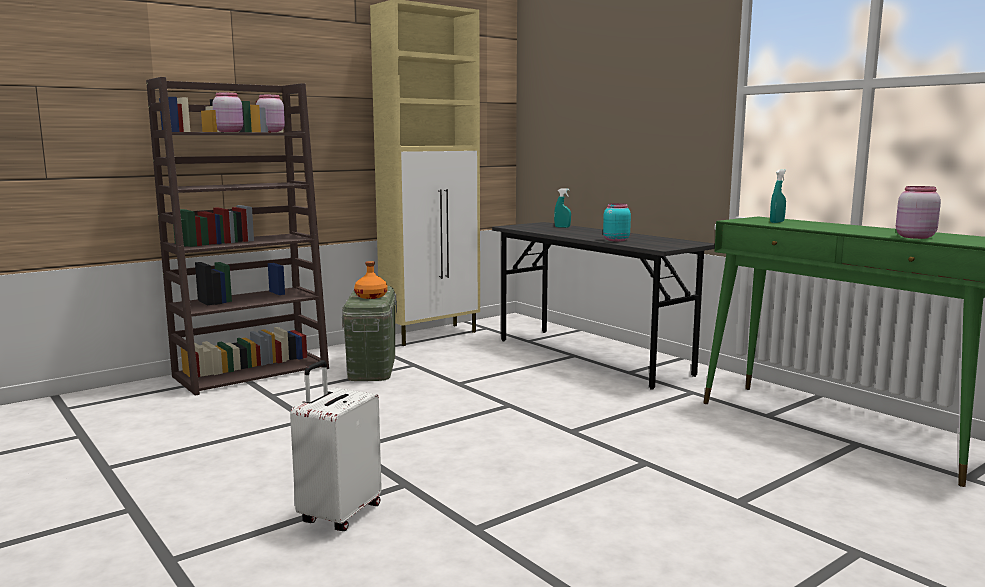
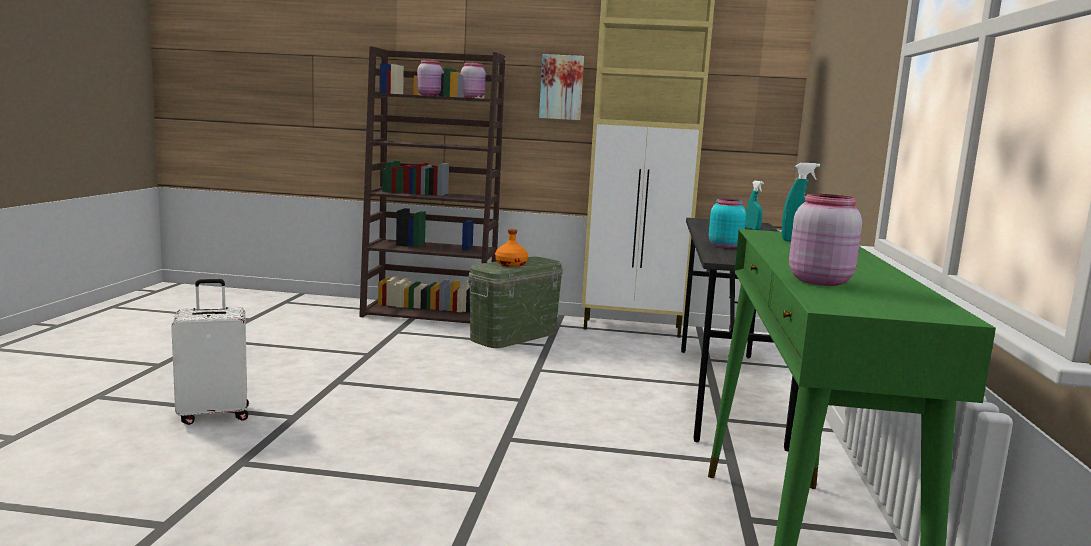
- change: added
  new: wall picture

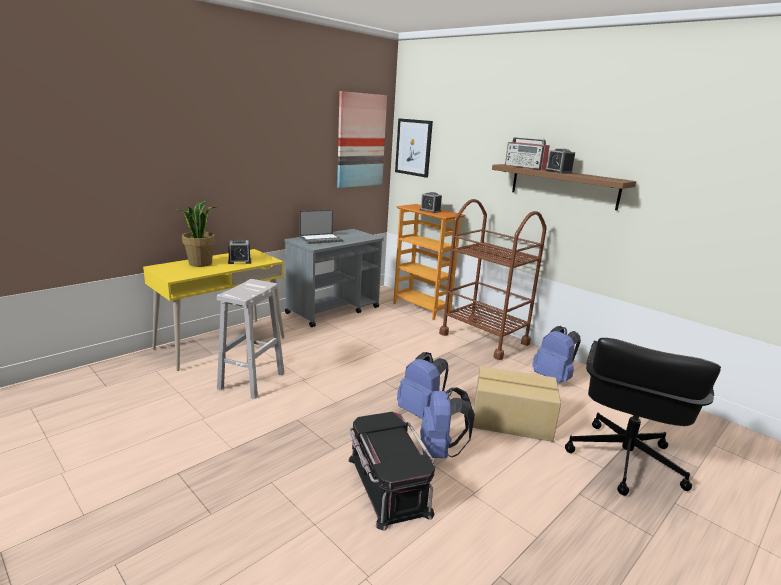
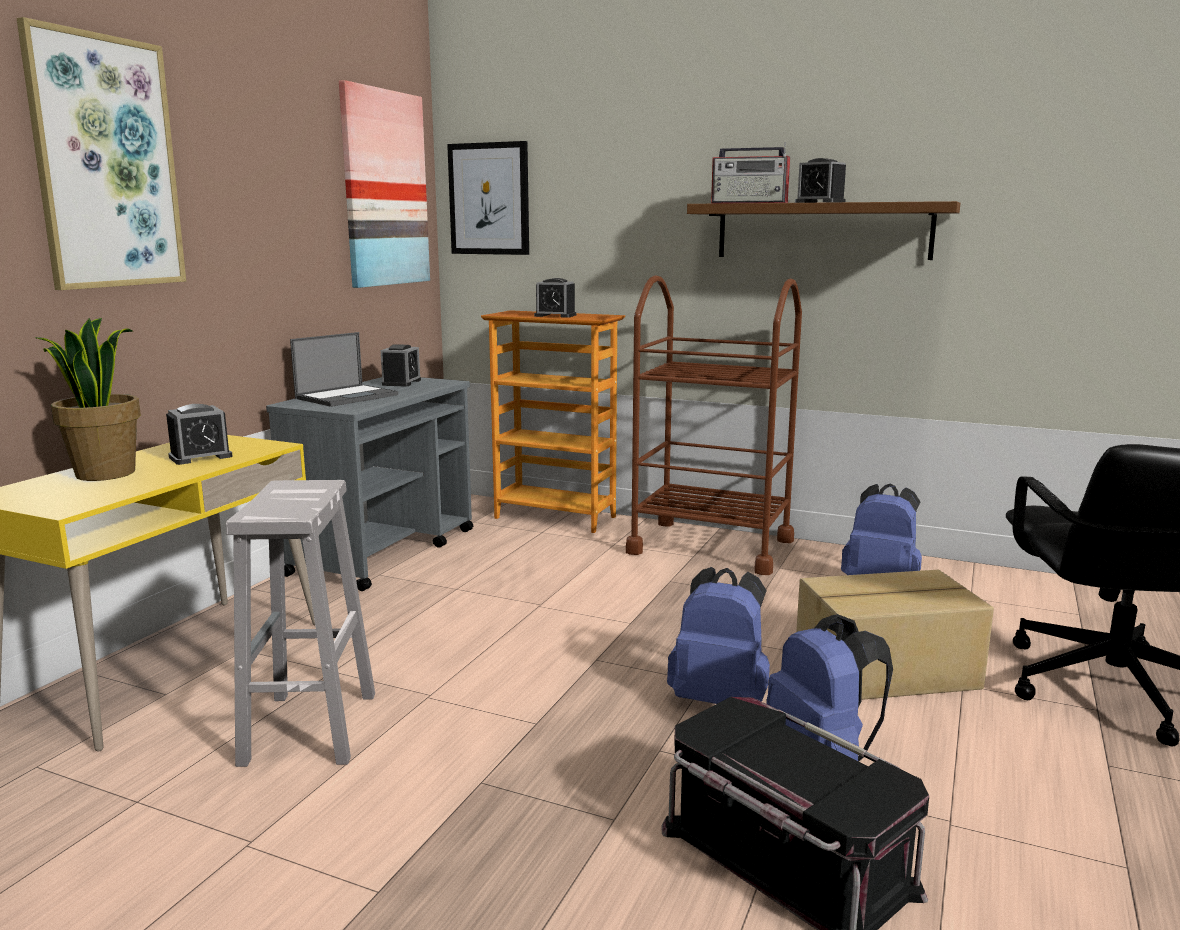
- change: added
  new: wall picture (1st from left)
- change: added
  new: alarm clock (2nd from left)

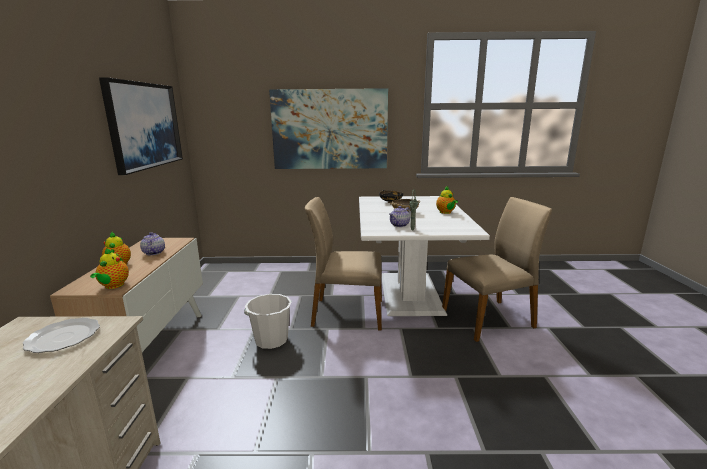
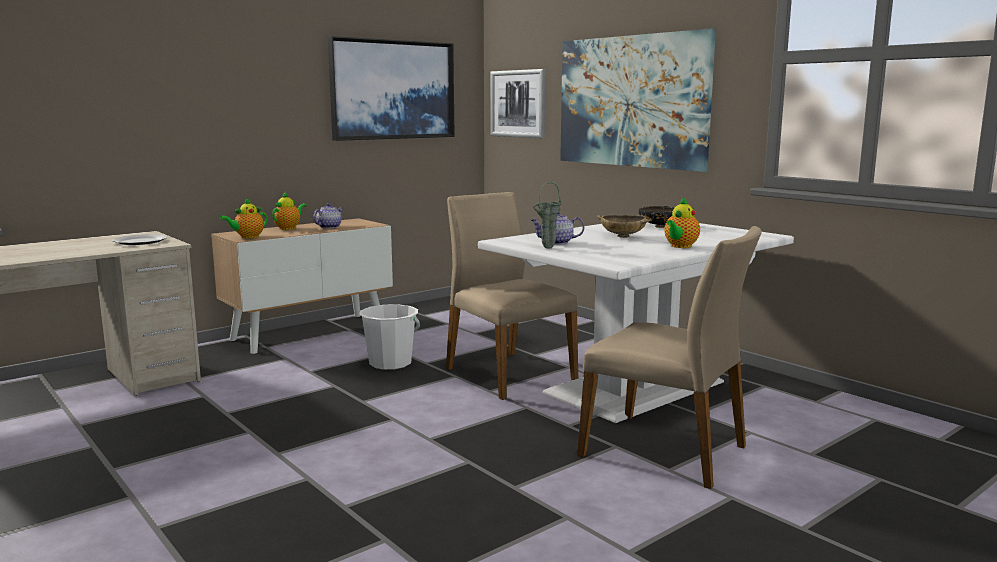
- change: added
  new: wall picture (2nd from left)

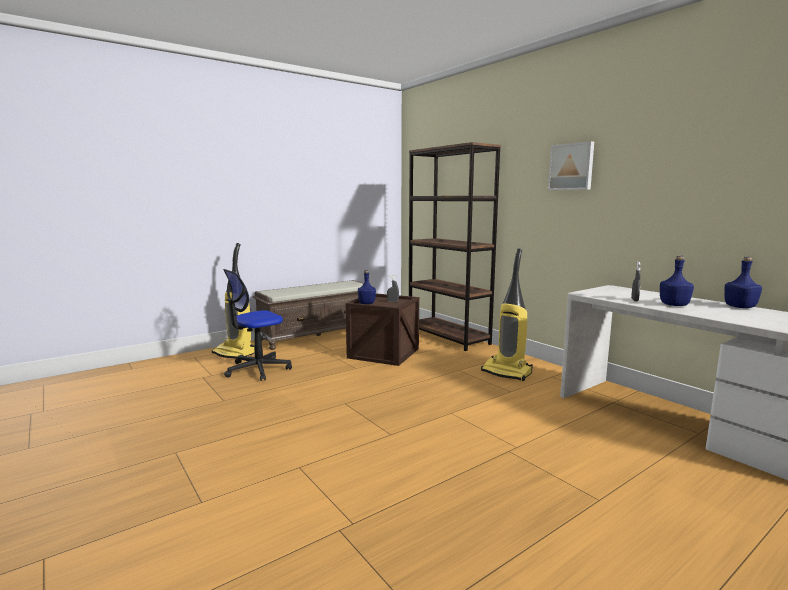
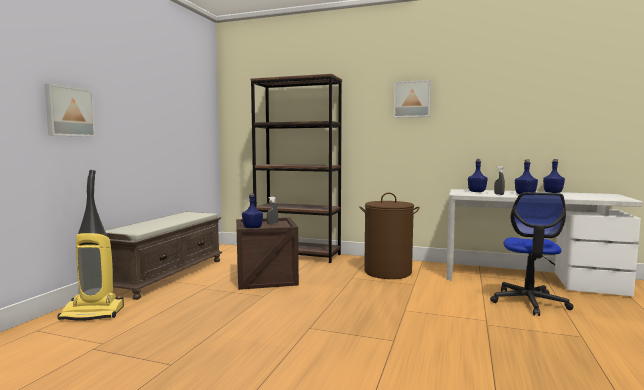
- change: moved
  old: desk chair
- change: replaced
  old: hoover (2nd from left)
  new: laundry basket in brown-coloured
- change: added
  new: wall picture (1st from left)
- change: added
  new: beverage bottle in bluish (2nd from left)

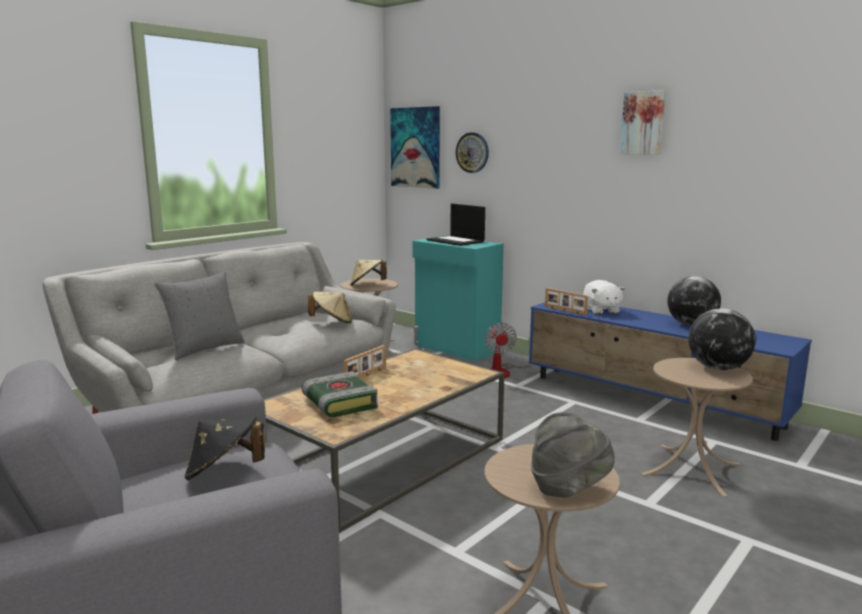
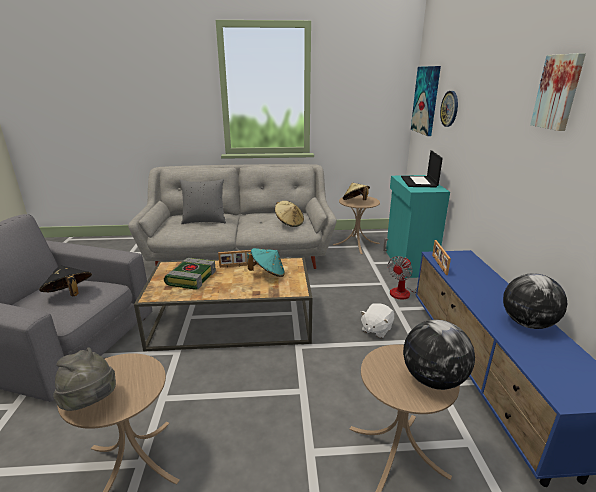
- change: moved
  old: cuddly toy in white
- change: added
  new: hat in turquoise-coloured

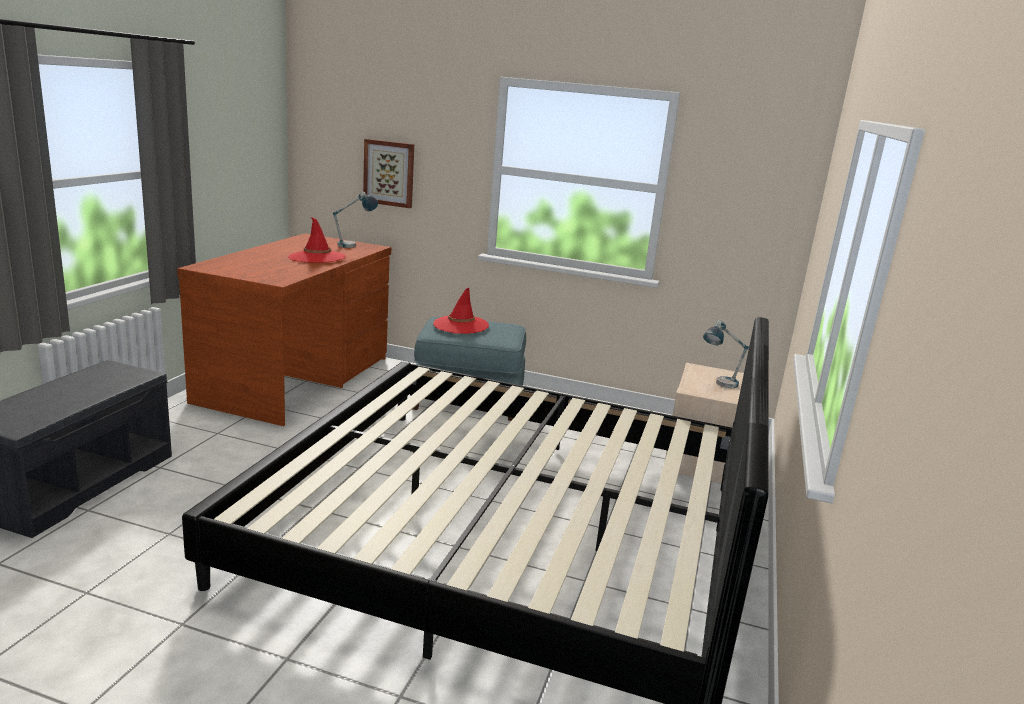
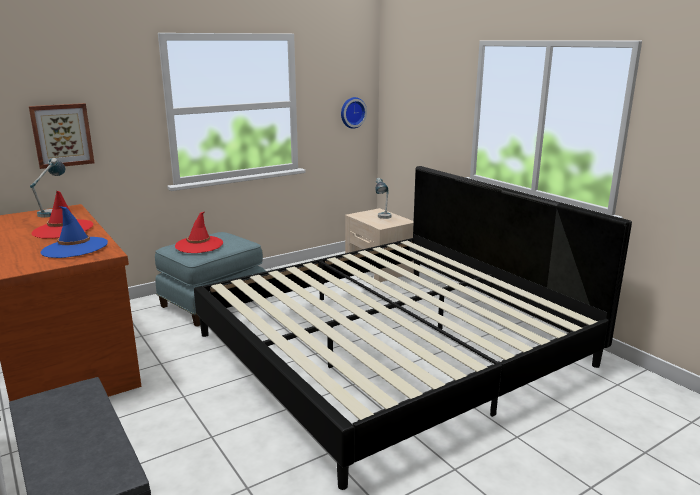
- change: added
  new: hat in bluish
- change: added
  new: clock on the wall

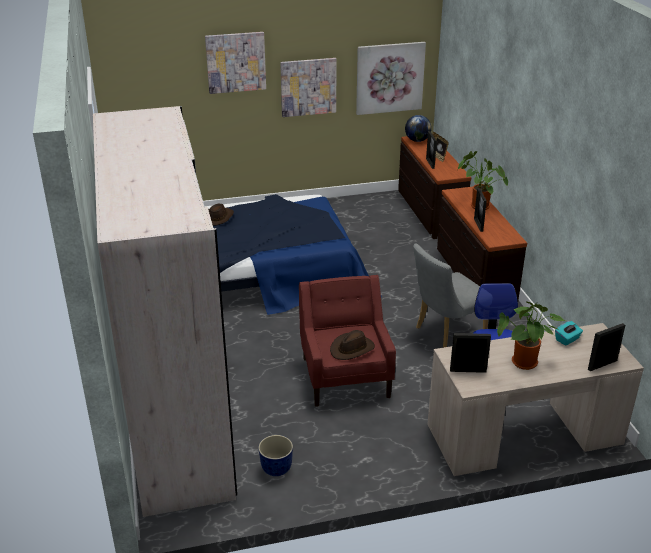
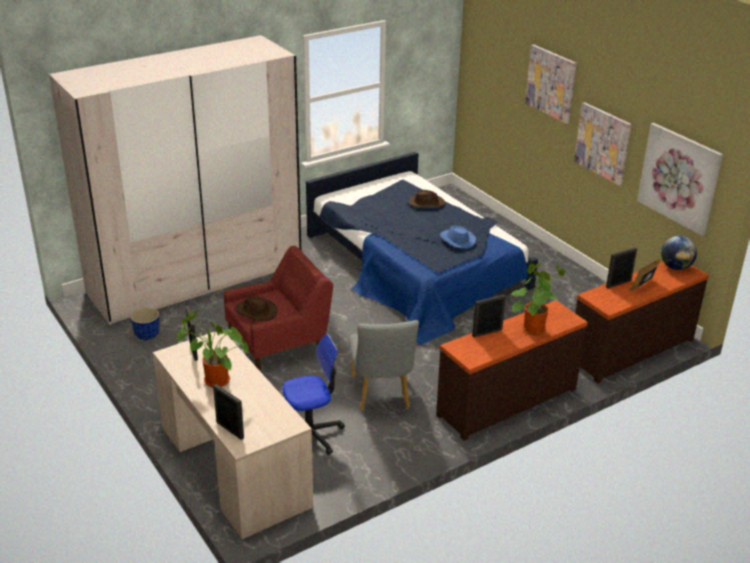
- change: turned
  old: plain chair in gray
  degrees: -135
- change: removed
  old: box of tissues in turquoise-coloured
- change: added
  new: hat in bluish

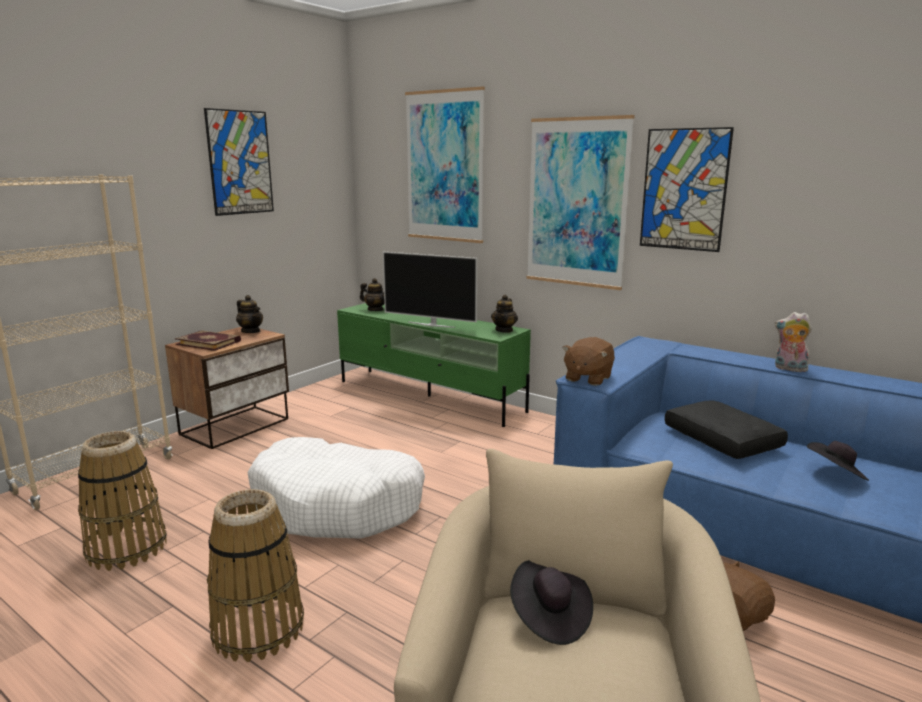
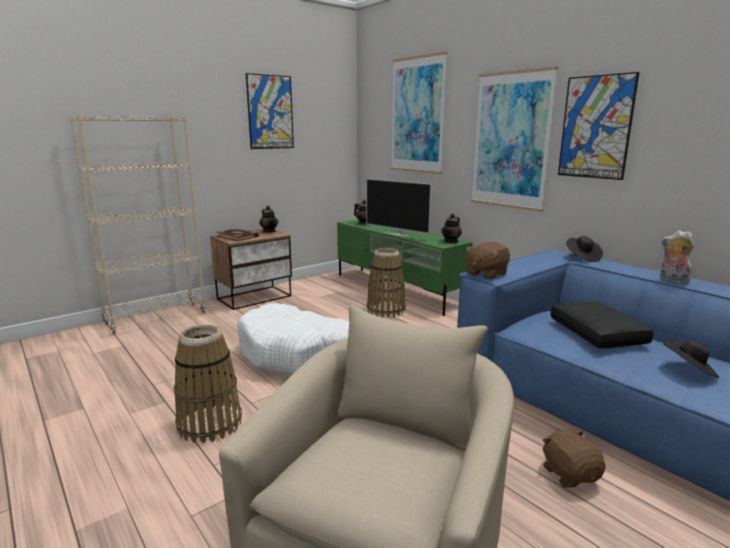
- change: moved
  old: storage basket (1st from left in the first image)
  new: storage basket (2nd from left)
- change: moved
  old: hat in black-coloured (1st from left)

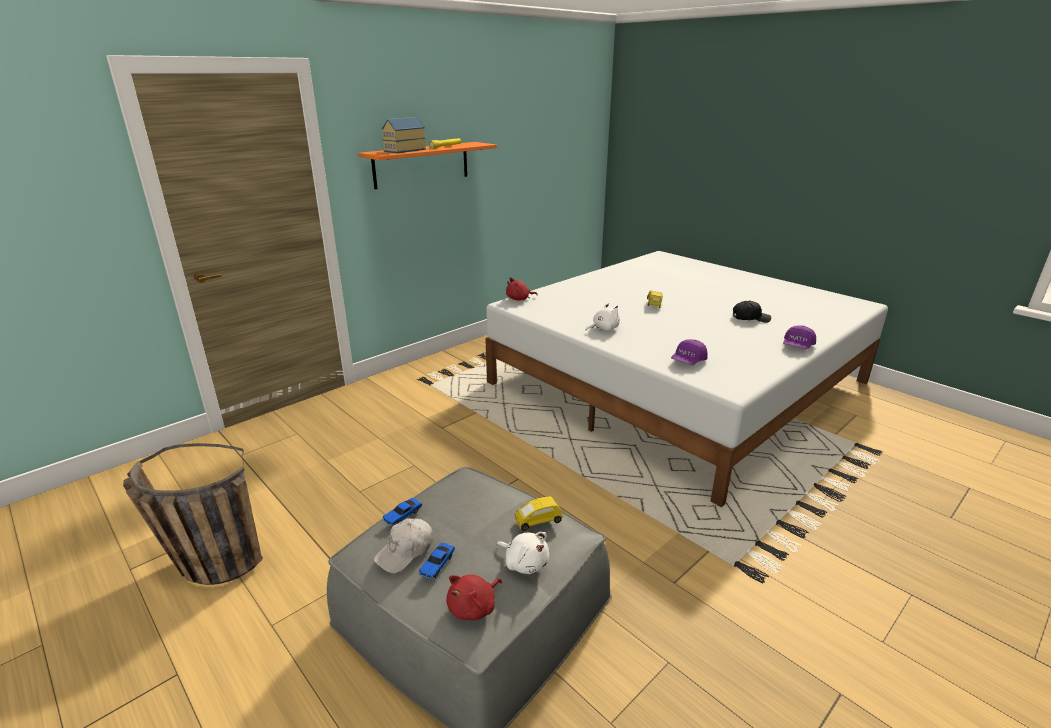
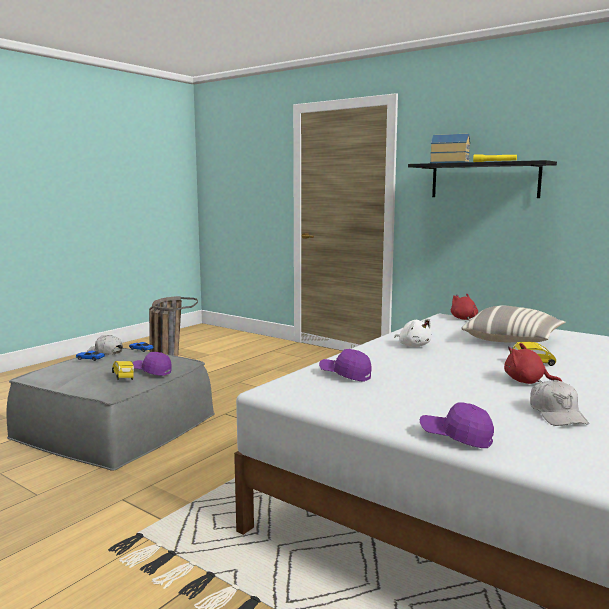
- change: recoloured
  old: wall shelf in orange
  new: wall shelf in black-coloured
- change: moved
  old: cuddly toy in red (1st from left in the first image)
  new: cuddly toy in red (2nd from left)
- change: removed
  old: cuddly toy in white (1st from left)
- change: recoloured
  old: baseball cap in black-coloured
  new: baseball cap in white (2nd from left)
- change: added
  new: baseball cap in purple-coloured (1st from left)
- change: added
  new: throw pillow

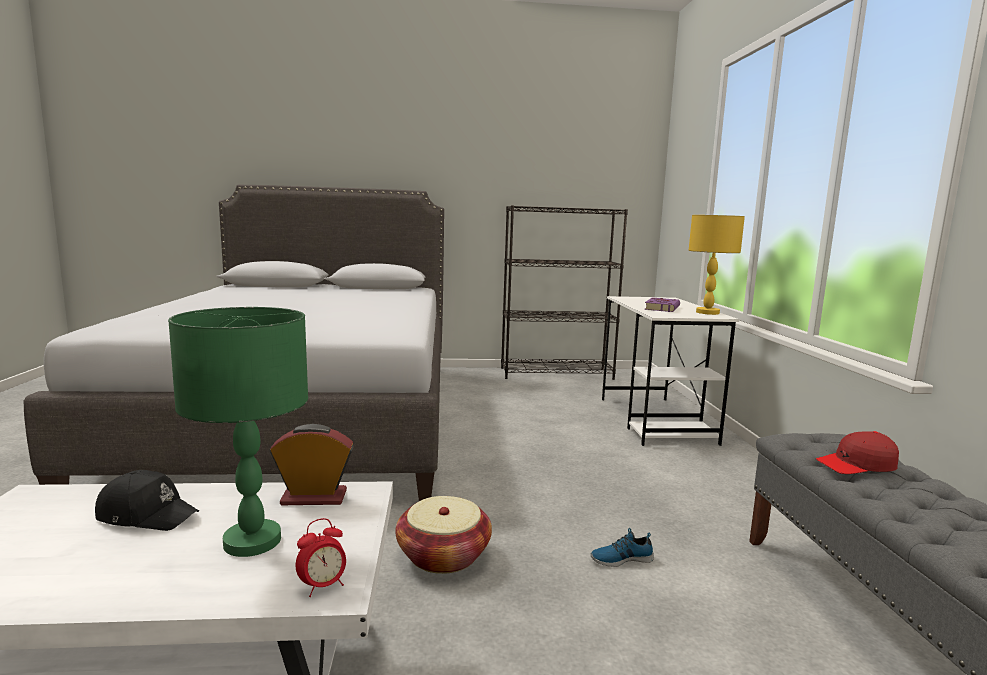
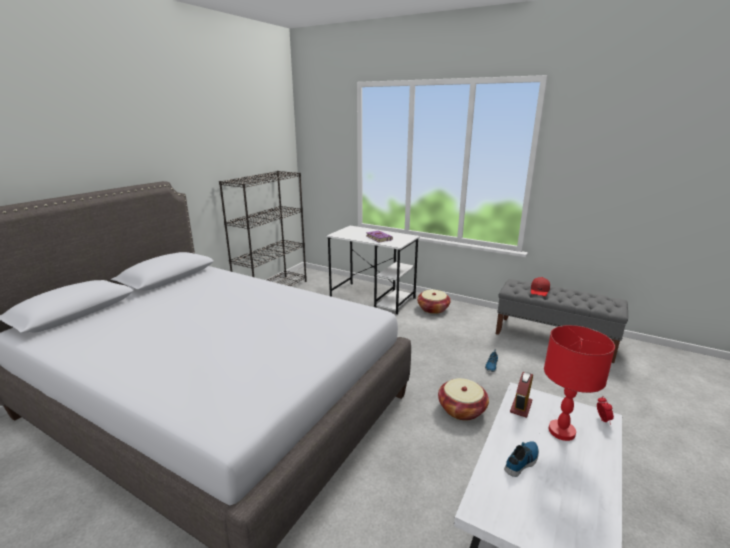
- change: replaced
  old: baseball cap in black-coloured
  new: item of footwear (2nd from left)
- change: recoloured
  old: tabletop lamp in green
  new: tabletop lamp in red
- change: removed
  old: tabletop lamp in yellow-coloured
- change: added
  new: storage basket (1st from left)

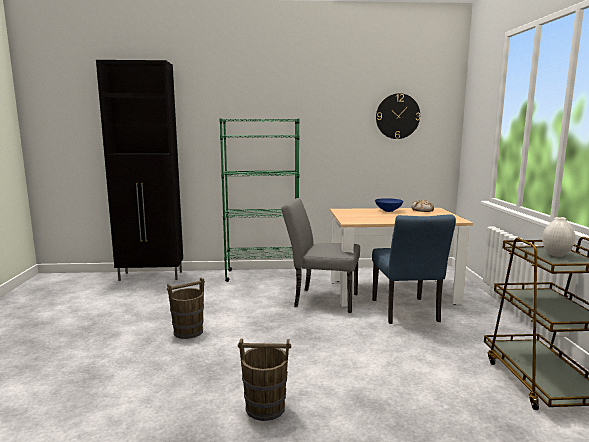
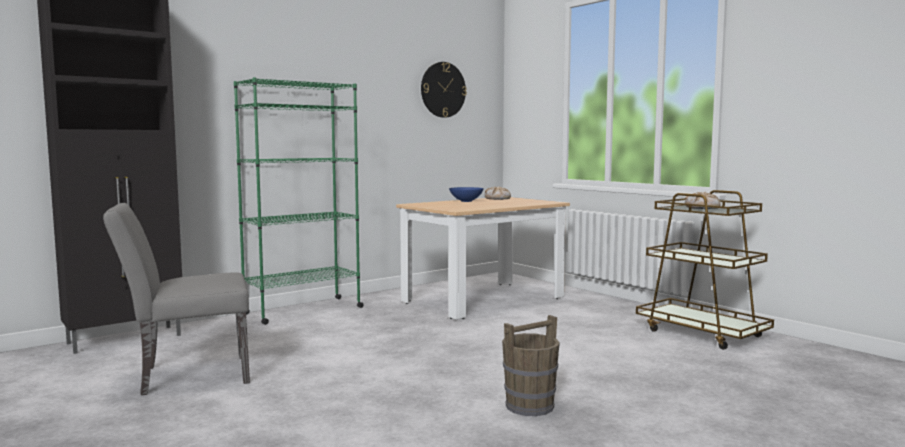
- change: removed
  old: bucket in brown-coloured (1st from left)
- change: moved
  old: plain chair in gray
- change: removed
  old: plain chair in bluish
- change: replaced
  old: decorative vase in white
  new: bread (2nd from left)

